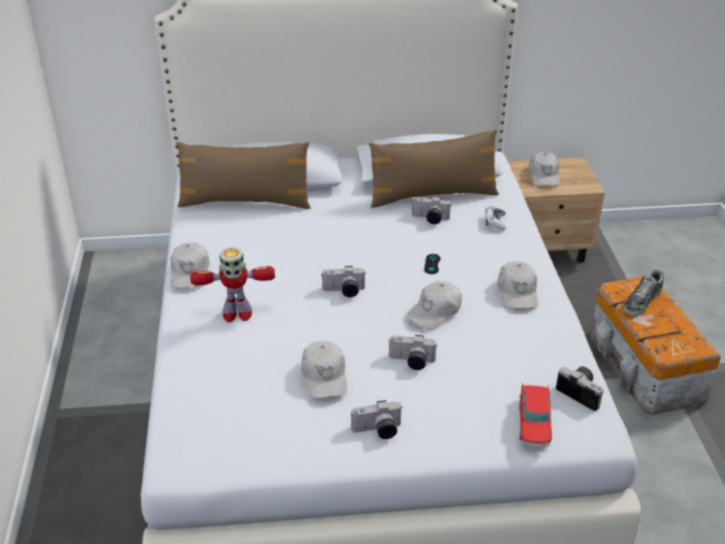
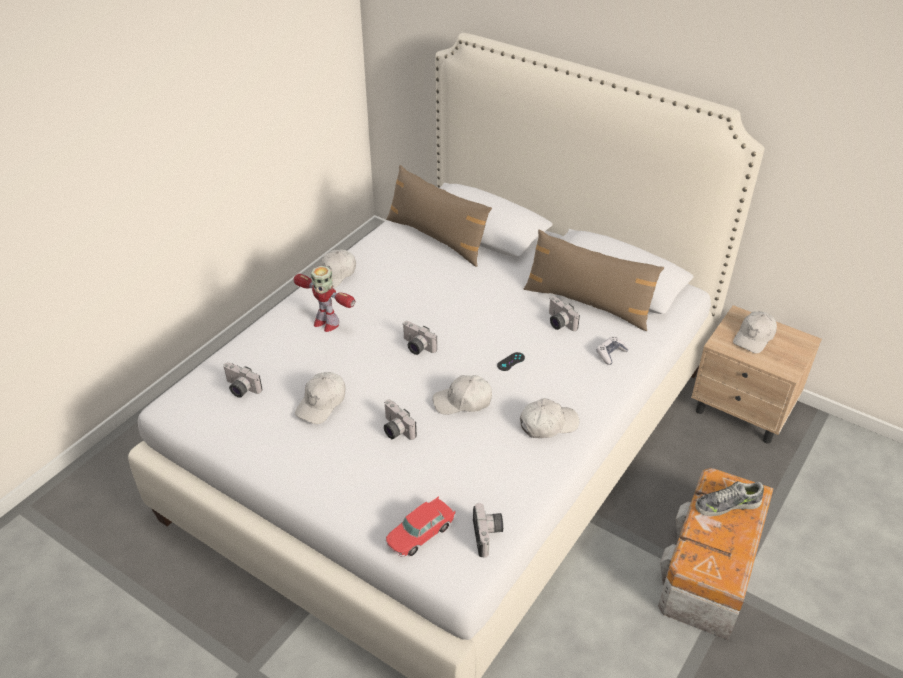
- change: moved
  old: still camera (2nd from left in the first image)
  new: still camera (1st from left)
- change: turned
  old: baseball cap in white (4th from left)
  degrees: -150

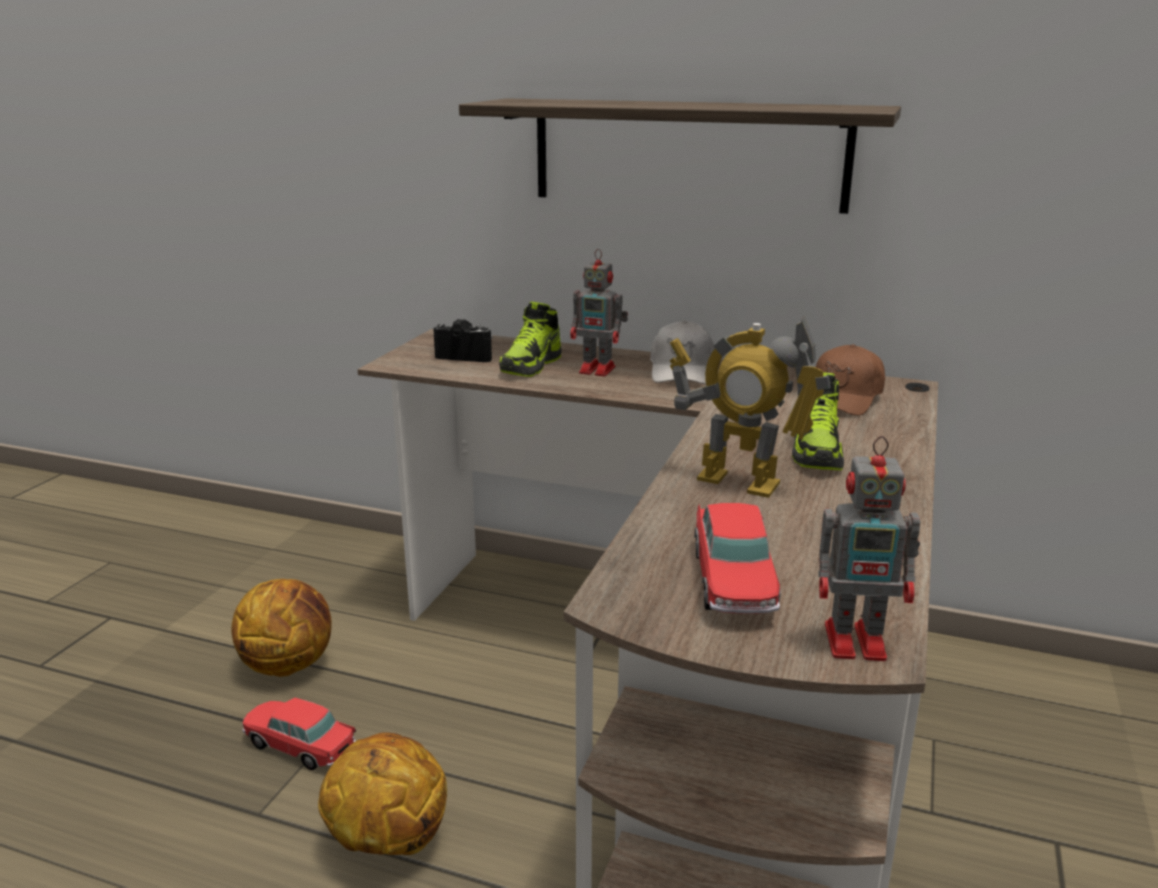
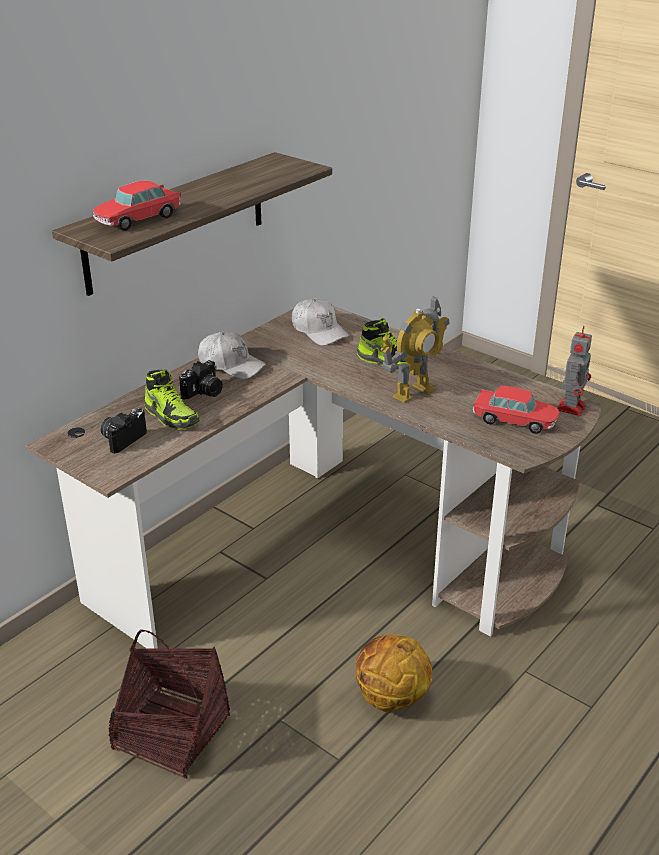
- change: replaced
  old: ball for basketball (1st from left)
  new: storage basket
- change: moved
  old: model car (1st from left)
- change: replaced
  old: toy robot (1st from left)
  new: still camera (2nd from left)
- change: recoloured
  old: baseball cap in brown-coloured
  new: baseball cap in white (2nd from left)

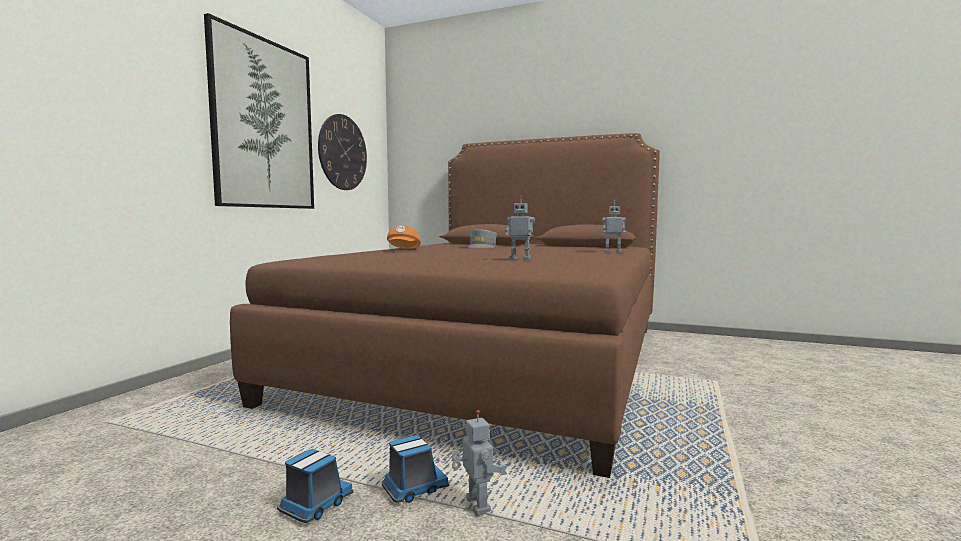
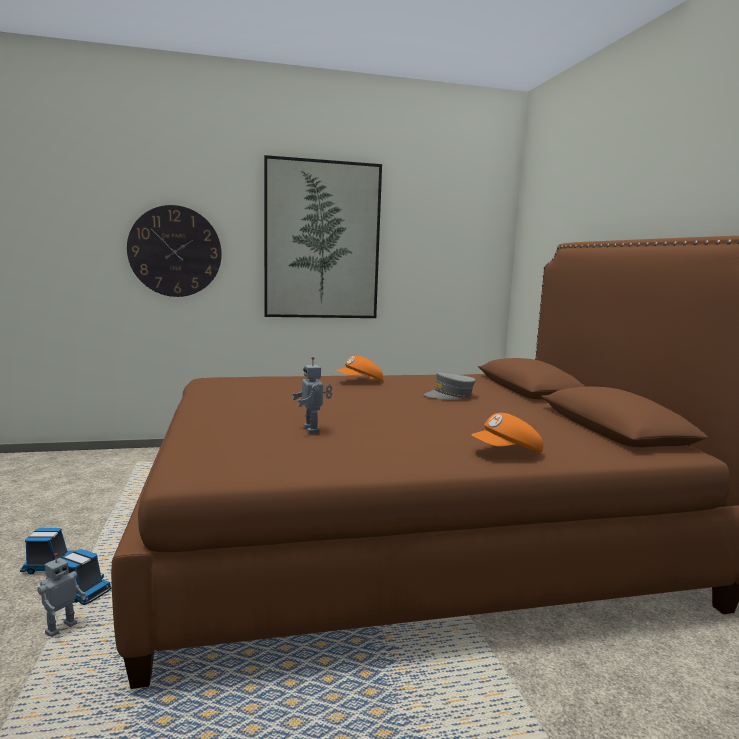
- change: moved
  old: clock on the wall
- change: replaced
  old: toy robot (3rd from left)
  new: baseball cap in orange (2nd from left)

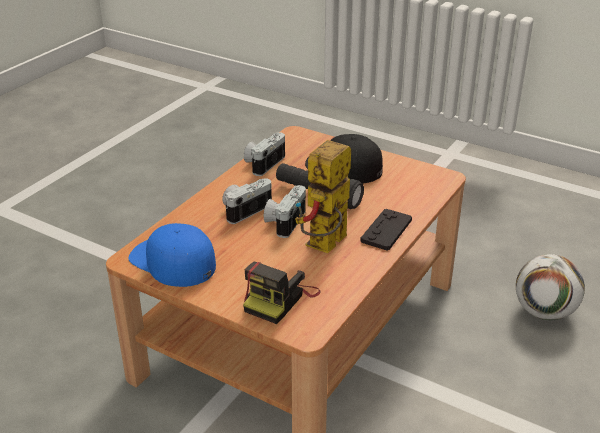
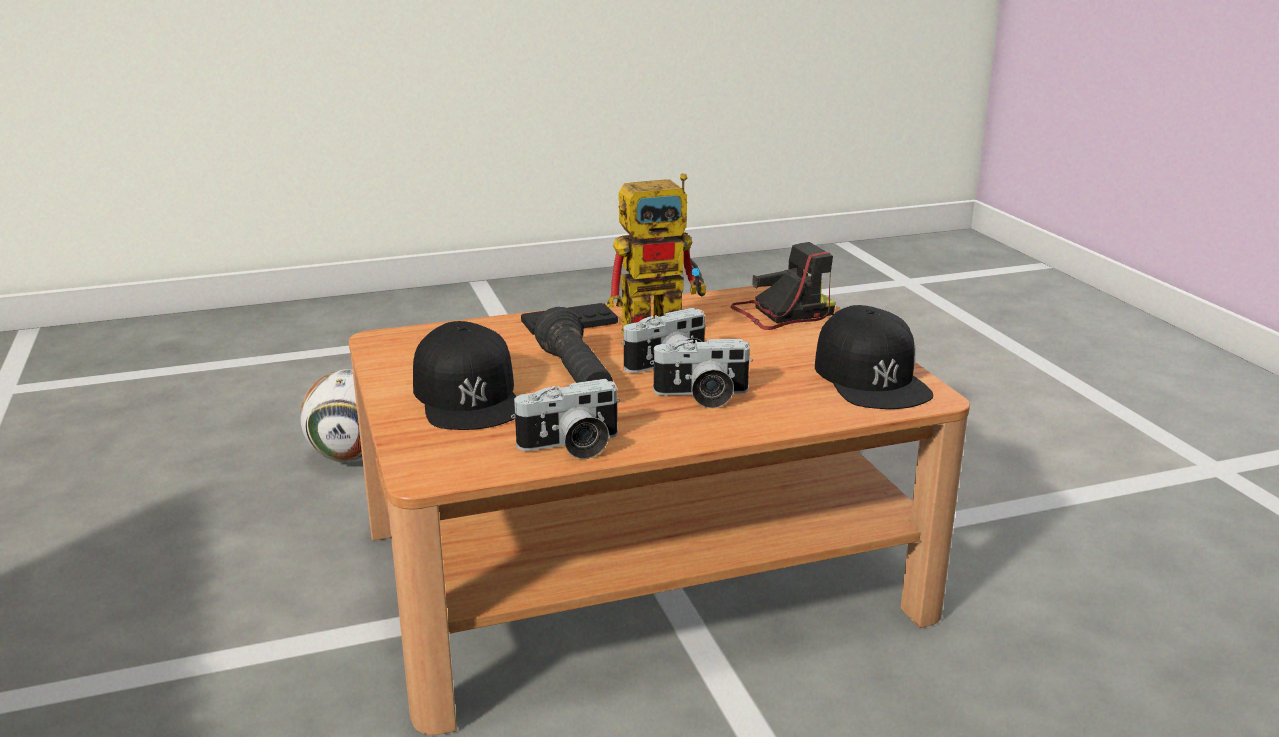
- change: recoloured
  old: baseball cap in bluish
  new: baseball cap in black-coloured (2nd from left)

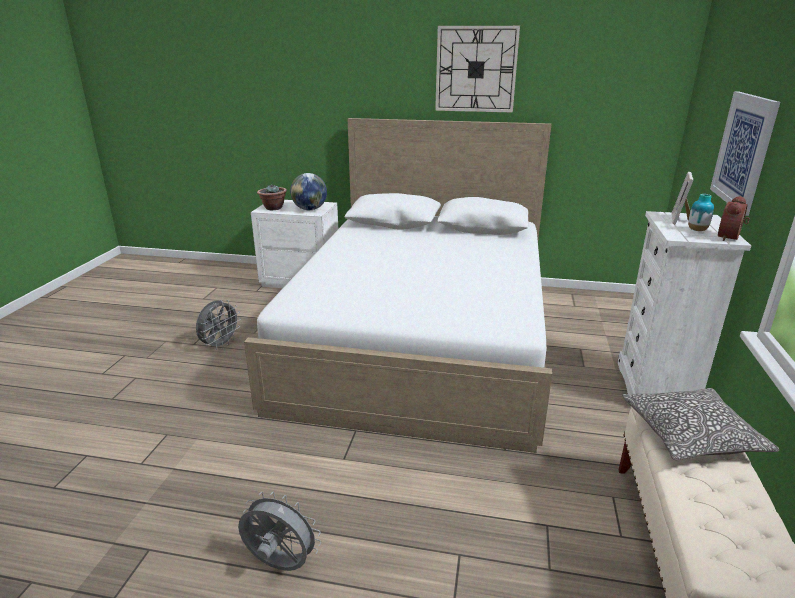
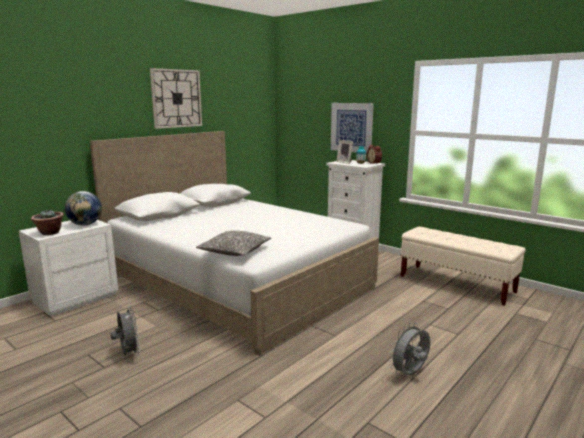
- change: moved
  old: throw pillow

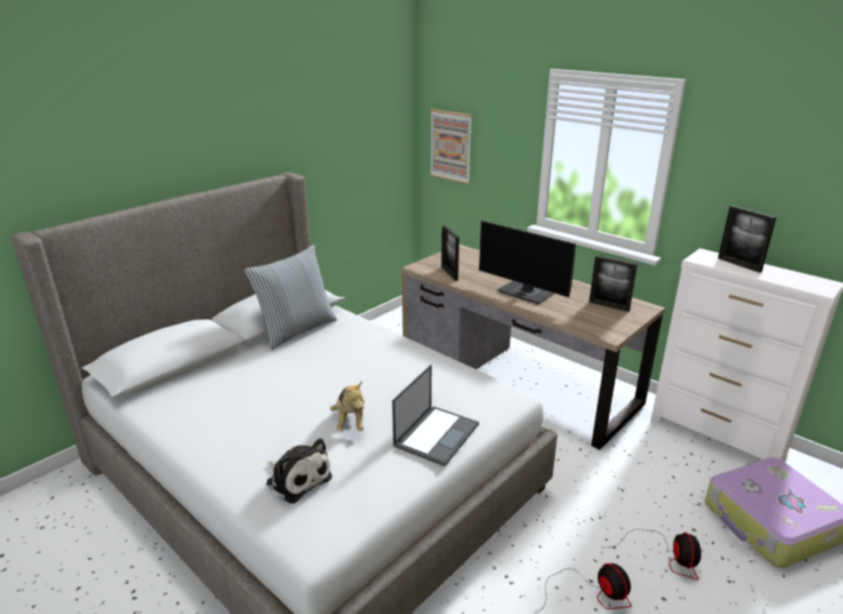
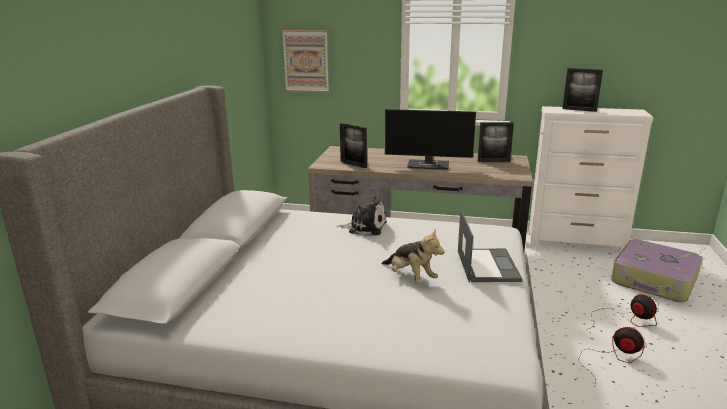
- change: removed
  old: throw pillow
- change: moved
  old: cuddly toy (1st from left)

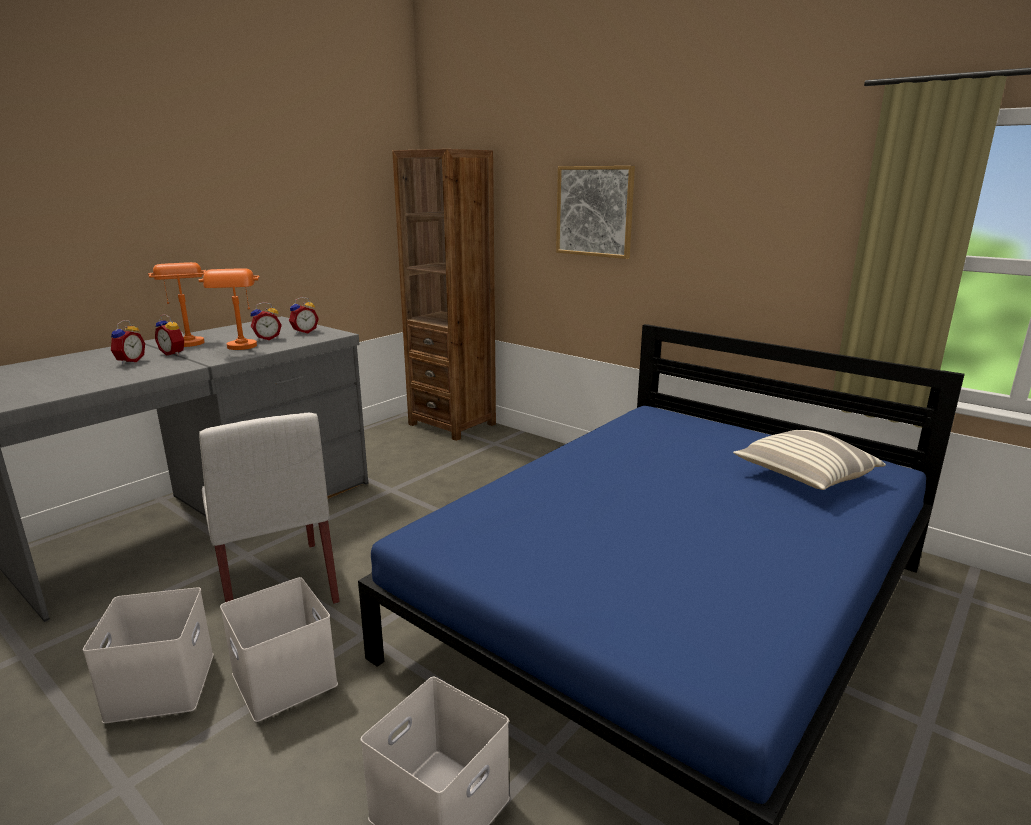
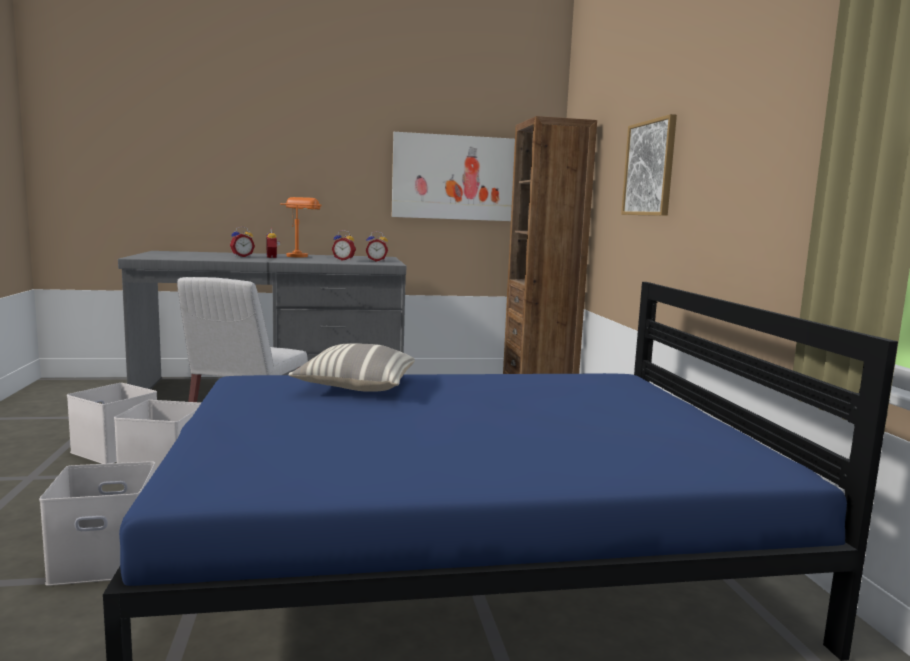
- change: removed
  old: tabletop lamp in orange (2nd from left)
- change: moved
  old: throw pillow
- change: added
  new: wall picture (1st from left)

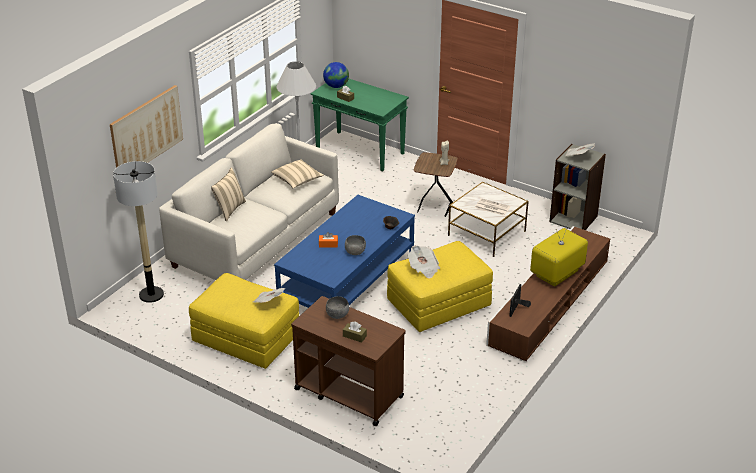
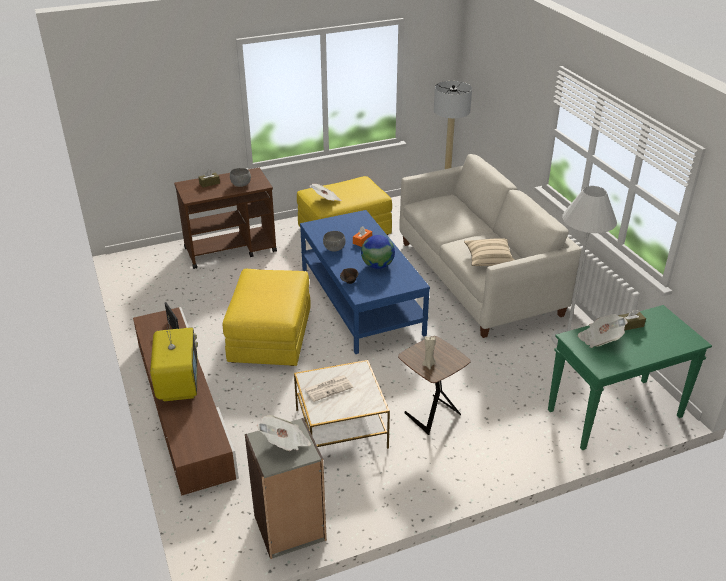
- change: removed
  old: wall picture
- change: removed
  old: throw pillow in beige-coloured (1st from left)
- change: moved
  old: desk globe
- change: moved
  old: newspaper (2nd from left in the first image)
  new: newspaper (4th from left)

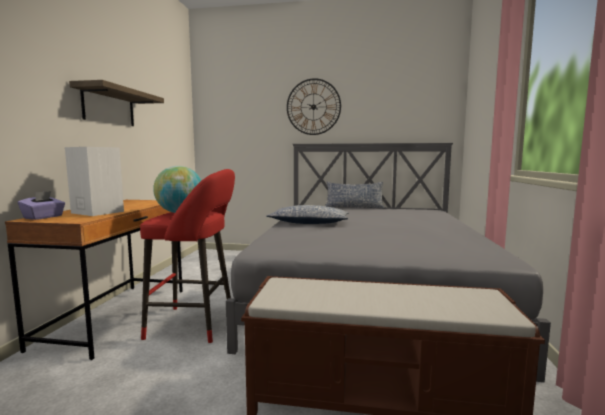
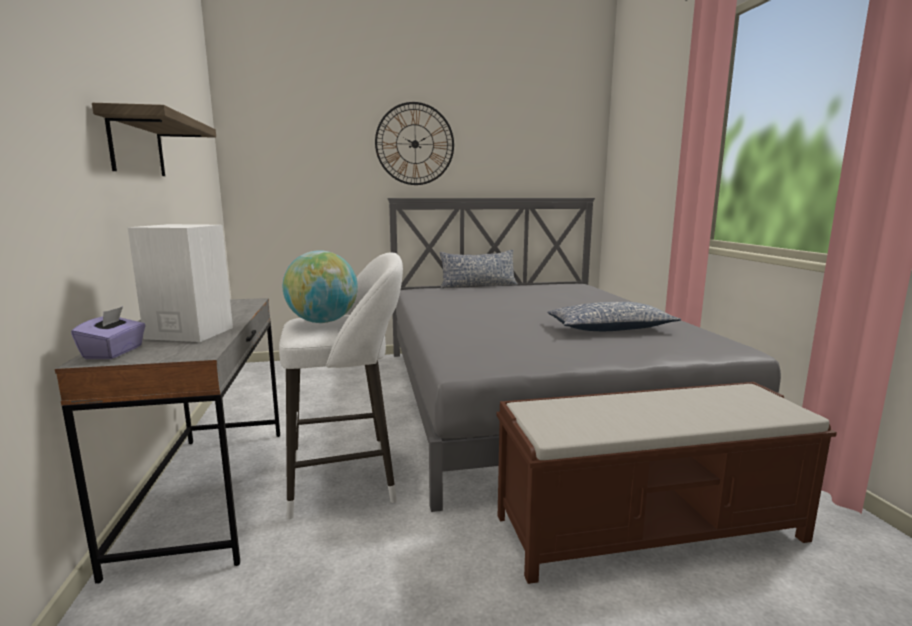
- change: recoloured
  old: desk in brown-coloured
  new: desk in gray
- change: recoloured
  old: sitting stool in red
  new: sitting stool in white
- change: moved
  old: throw pillow (1st from left in the first image)
  new: throw pillow (2nd from left)

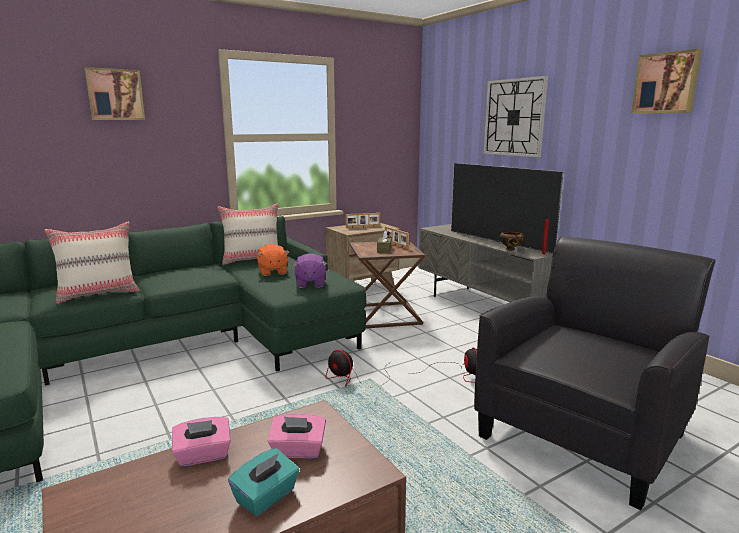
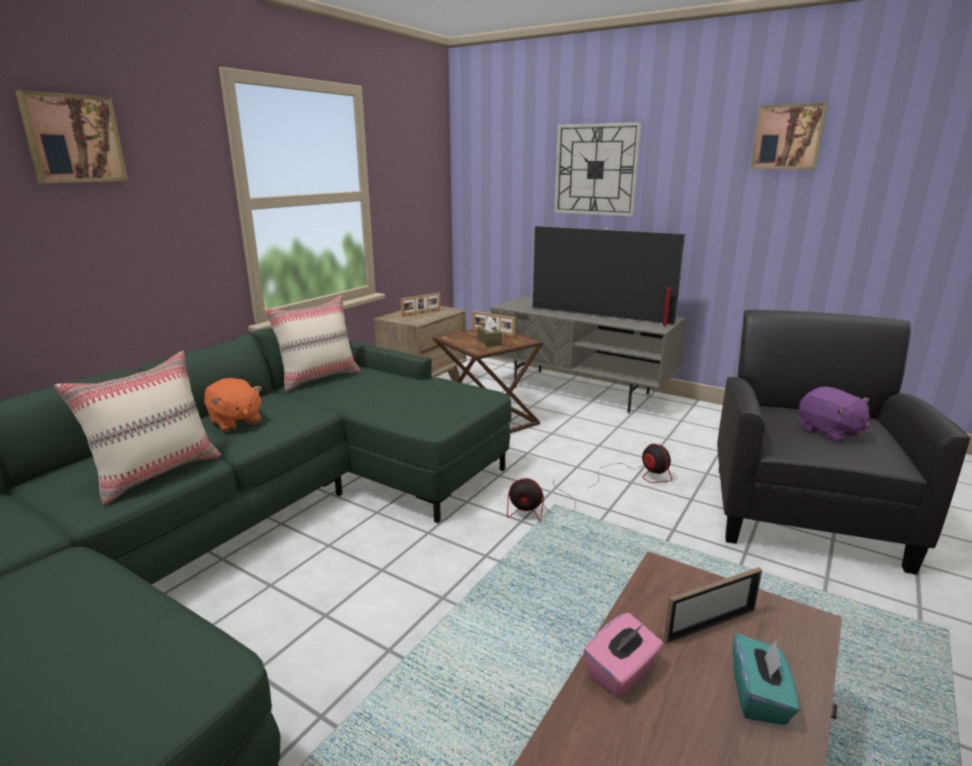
- change: moved
  old: cuddly toy in orange
- change: replaced
  old: box of tissues in pink-coloured (2nd from left)
  new: standing frame (3rd from left)
- change: moved
  old: cuddly toy in purple-coloured
- change: removed
  old: deep dish

